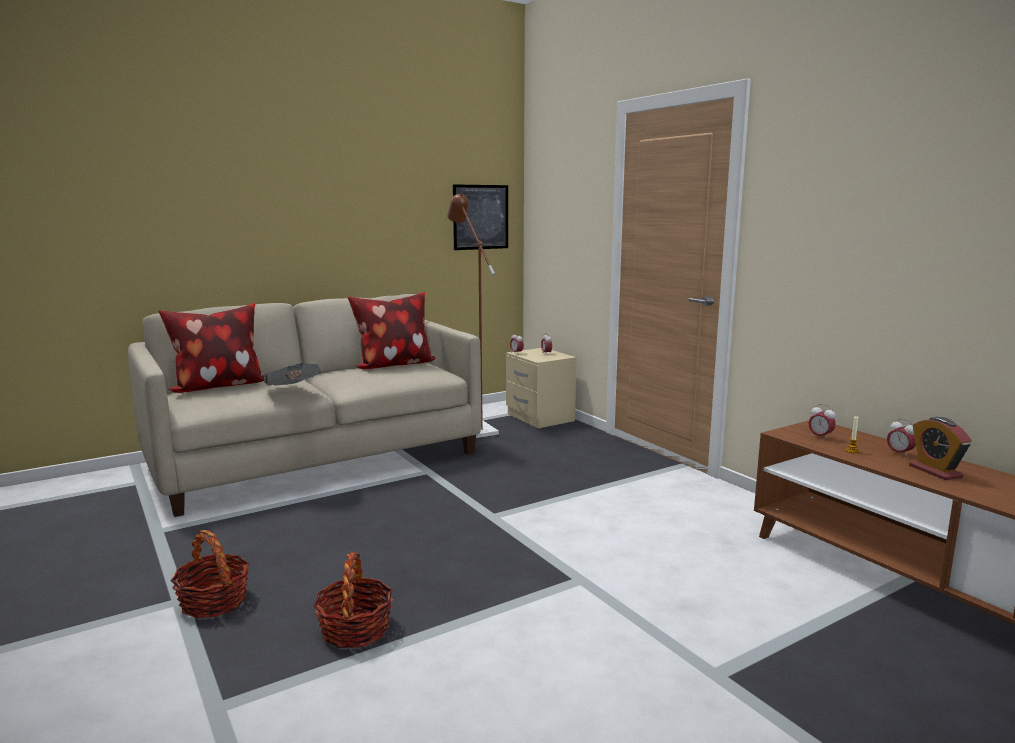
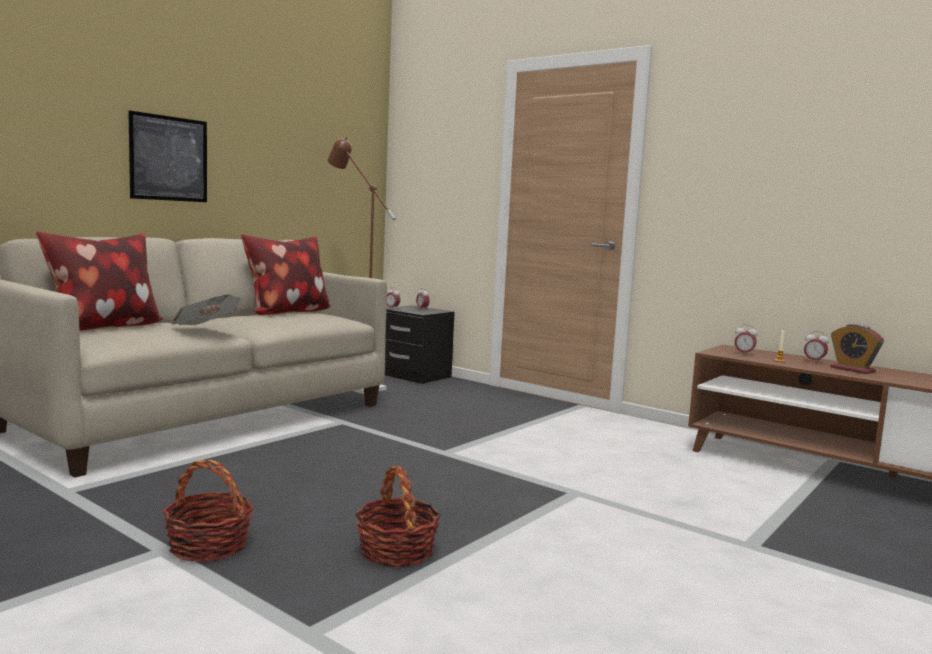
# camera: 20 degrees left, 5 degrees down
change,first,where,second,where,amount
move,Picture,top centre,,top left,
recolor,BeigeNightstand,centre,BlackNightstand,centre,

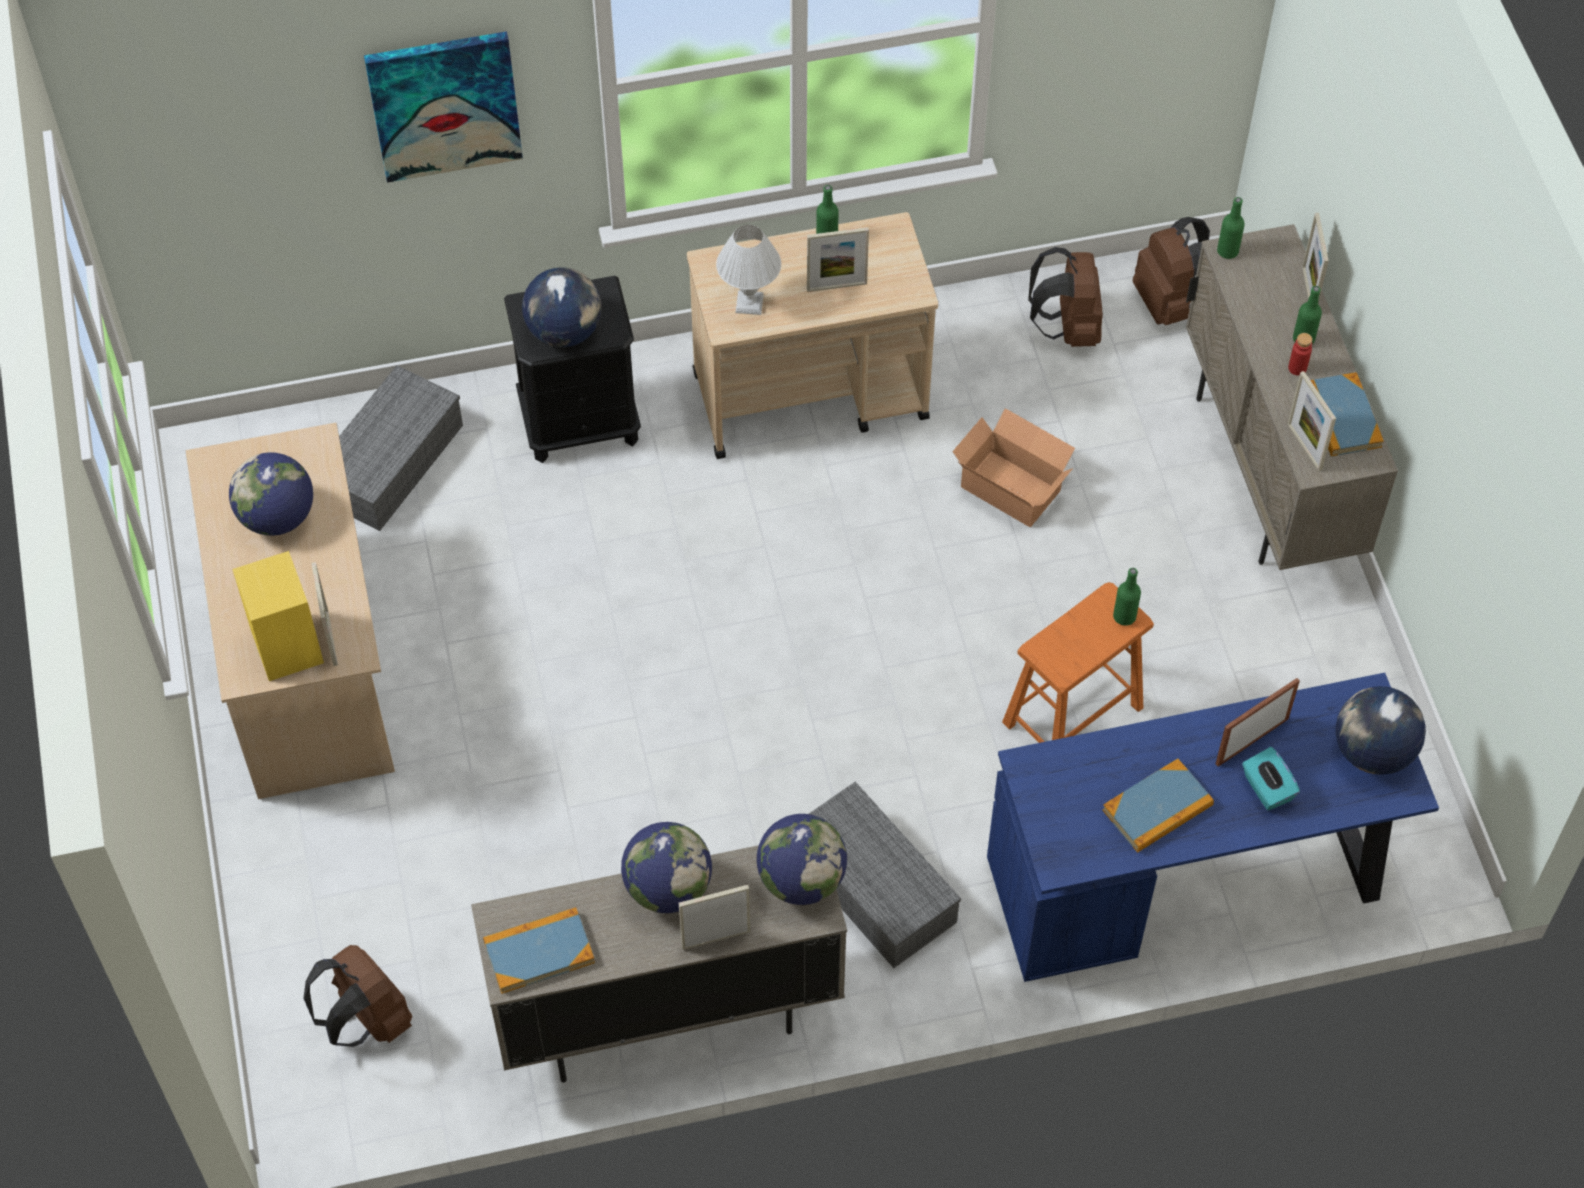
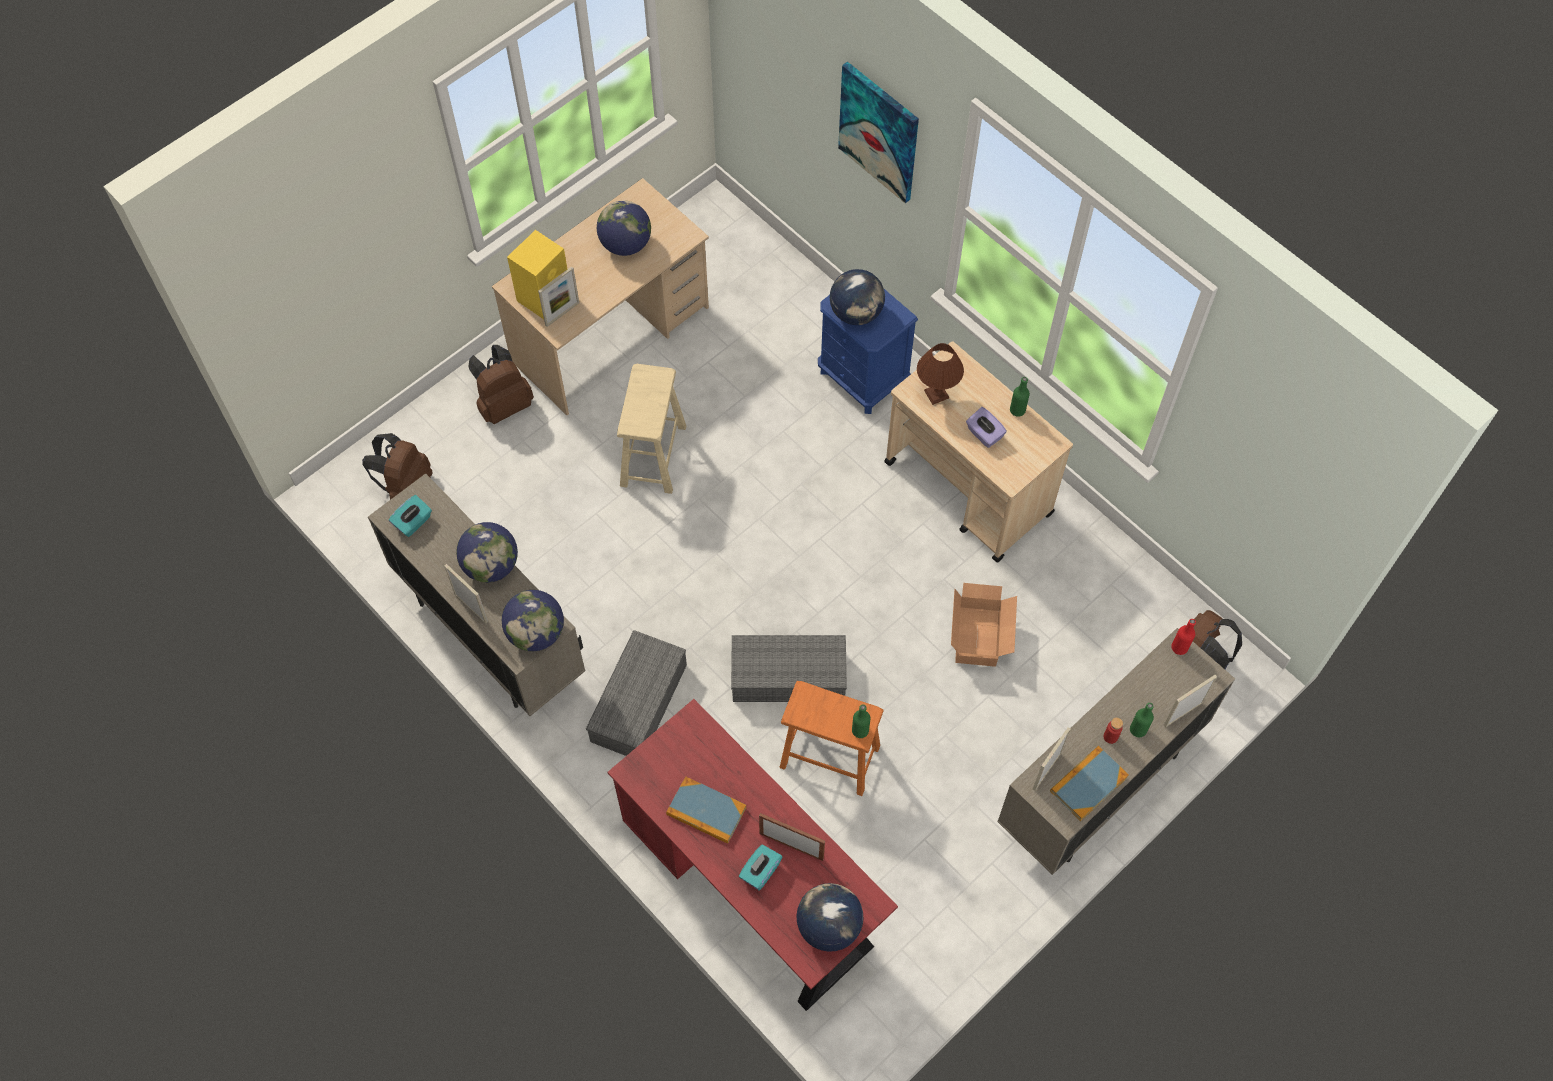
# camera: 60 degrees right, 5 degrees up
change,first,where,second,where,amount
recolor,GreenBottle (3rd from left),top right,RedBottle (2nd from left),middle right,
recolor,WhiteTableLamp,top centre,BrownTableLamp,centre,
replace,PictureFrame (3rd from left),top centre,PurpleTissueBox,centre,
move,BrownBackpack (2nd from left),top right,,middle left,
recolor,BlackNightstand,top centre,BlueNightstand,top centre,
move,GreyStorageBox (1st from left in the first image),middle left,GreyStorageBox (2nd from left),centre,
recolor,BlueDesk,bottom right,RedDesk,bottom centre,
replace,Book (1st from left),bottom centre,TurquoiseTissueBox (1st from left),middle left,
insert,,,BeigeStool,centre,

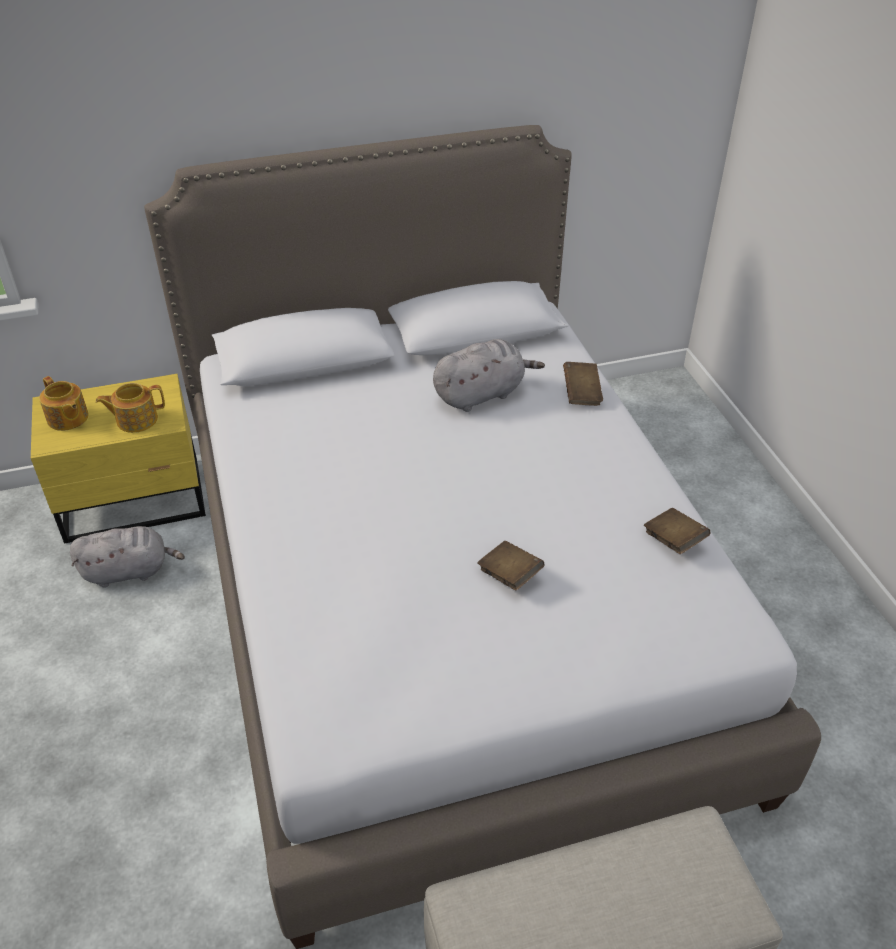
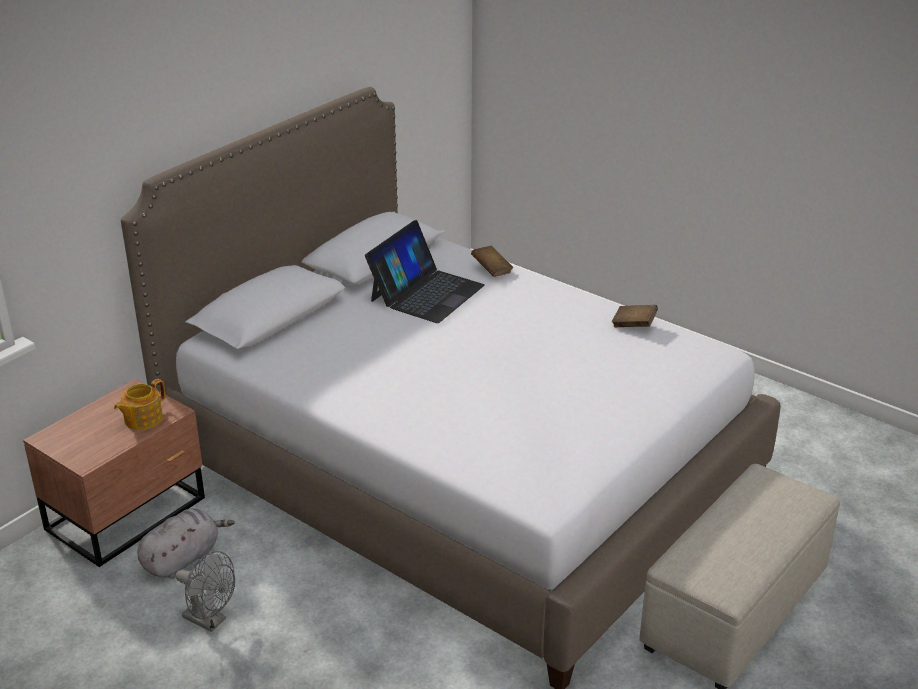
# camera: 35 degrees left, 10 degrees down
change,first,where,second,where,amount
replace,GreyPlushToy (2nd from left),centre,Laptop,centre,
recolor,YellowNightstand,middle left,BrownNightstand,bottom left,
delete,Teapot (1st from left),middle left,,,
delete,BrownBook (1st from left),centre,,,
insert,,,GreyFan,bottom left,

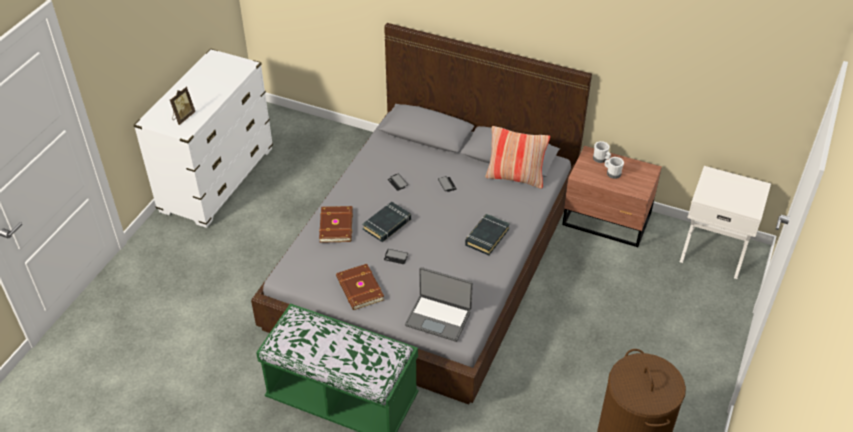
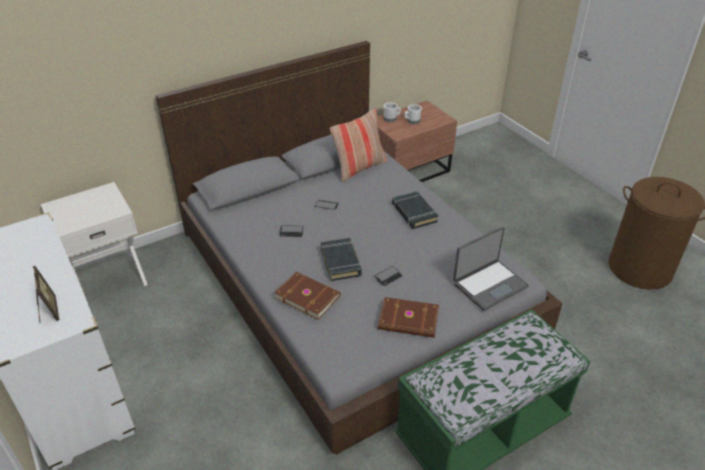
# camera: 55 degrees left, 5 degrees down
change,first,where,second,where,amount
move,WhiteNightstand,middle right,,middle left,

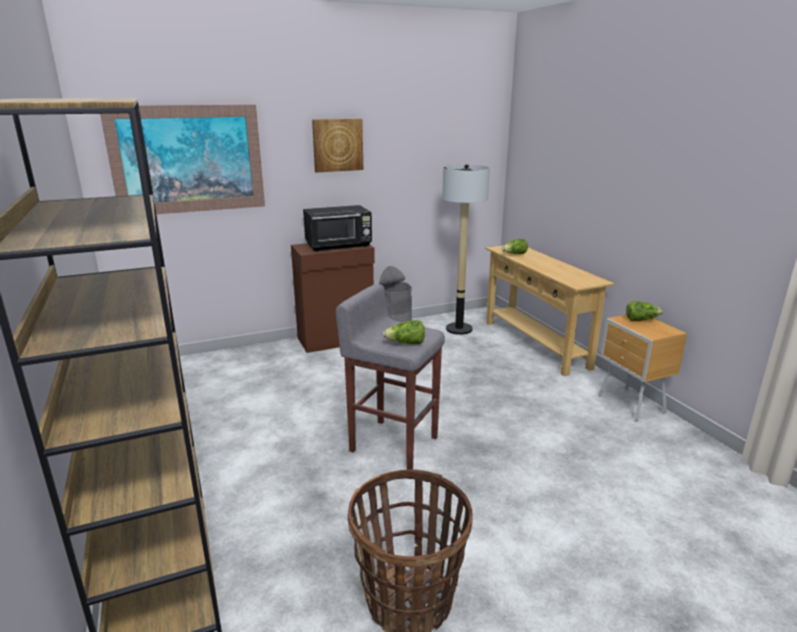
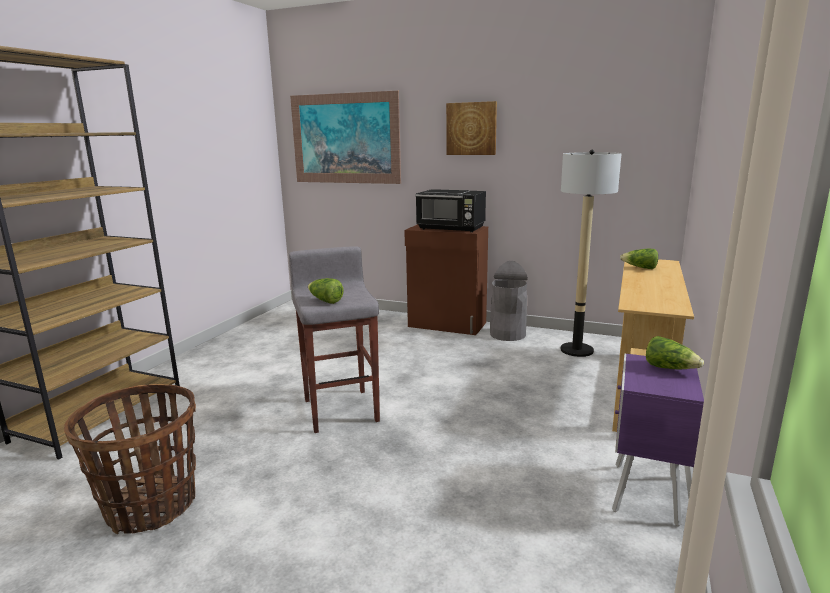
# camera: 45 degrees right, 5 degrees down
change,first,where,second,where,amount
recolor,BrownNightstand,middle right,PurpleNightstand,bottom right,

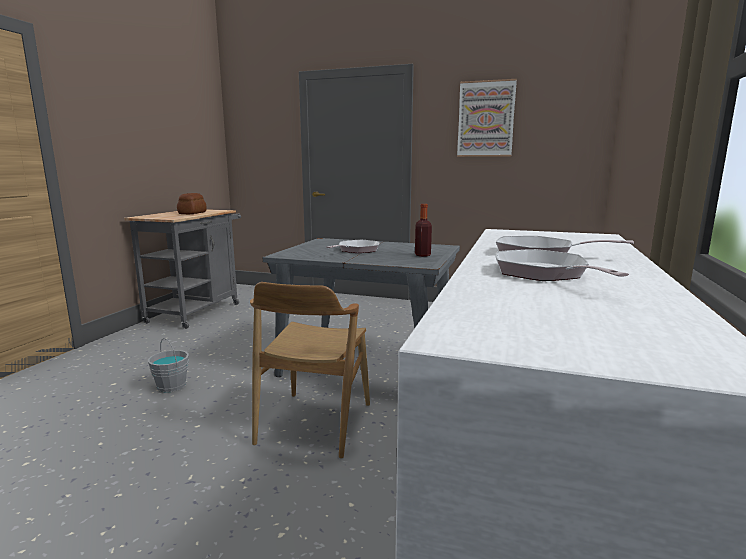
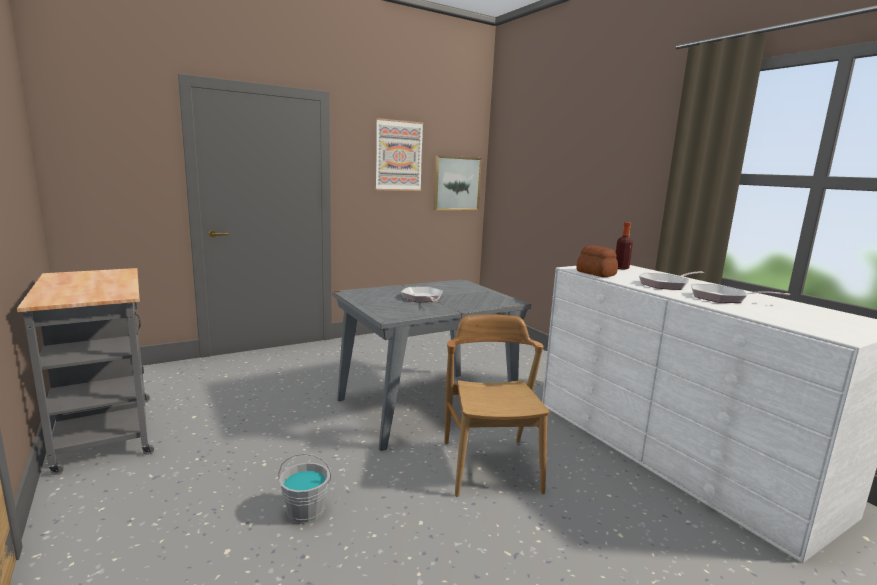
# camera: 50 degrees left, 0 degrees up
change,first,where,second,where,amount
move,Bread,middle left,,middle right,
move,Bottle,centre,,middle right,
rotate,BrownChair,centre,,bottom centre,150 degrees counterclockwise
insert,,,Picture (2nd from left),top centre,

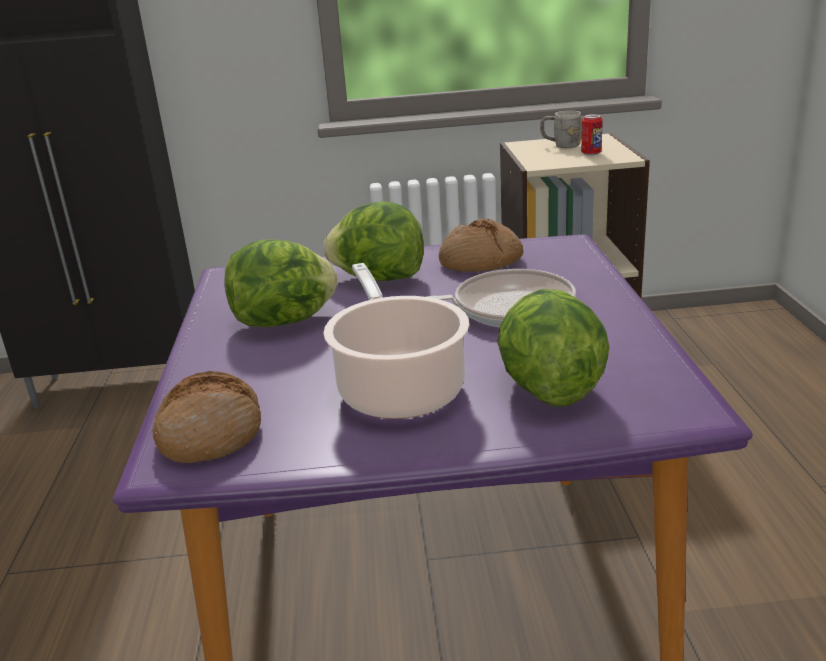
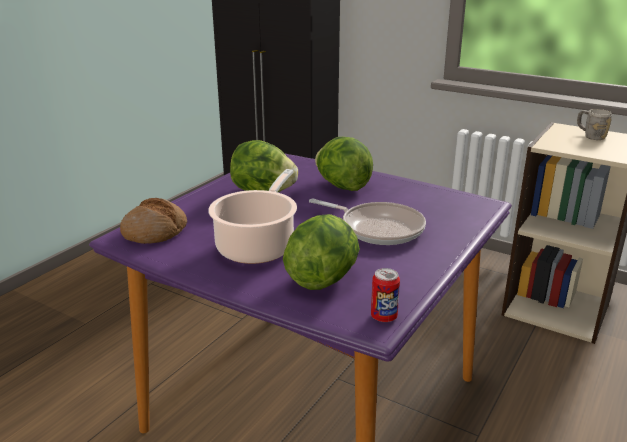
# camera: 35 degrees right, 0 degrees up
change,first,where,second,where,amount
move,Can,top right,,bottom centre,
delete,Bread (2nd from left),centre,,,

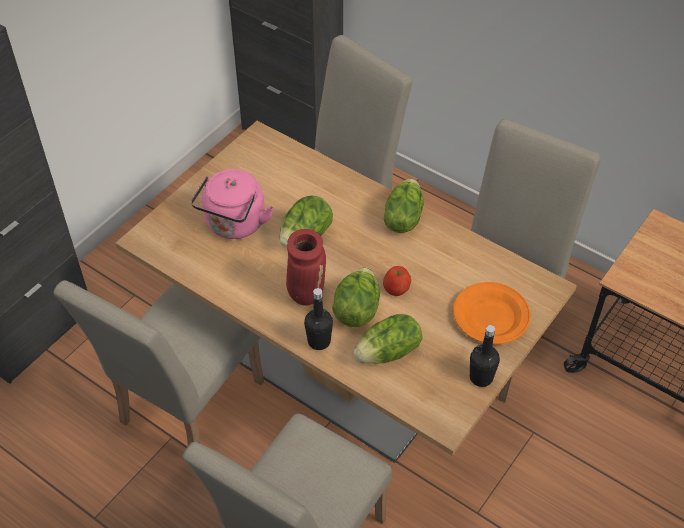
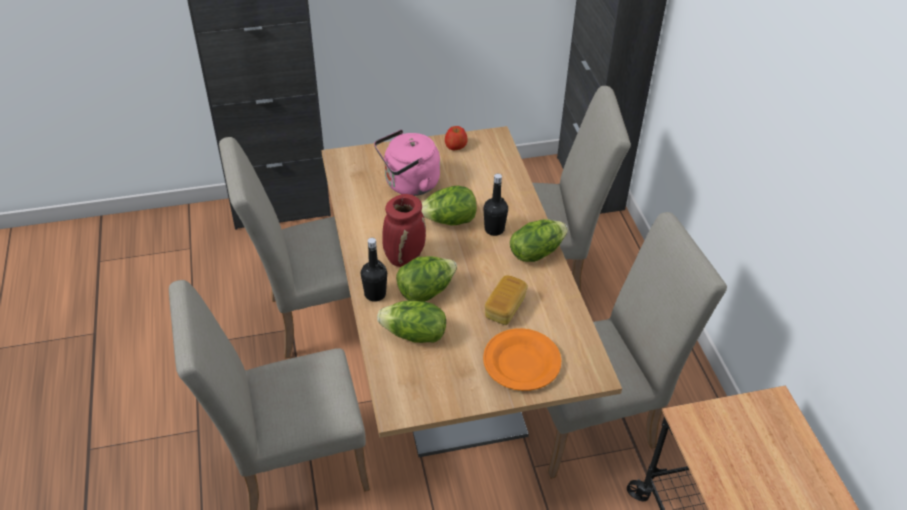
# camera: 40 degrees right, 5 degrees down
change,first,where,second,where,amount
move,Apple,centre,,top centre,
move,BlackBottle (2nd from left),bottom right,,centre,
insert,,,Bread,centre,

